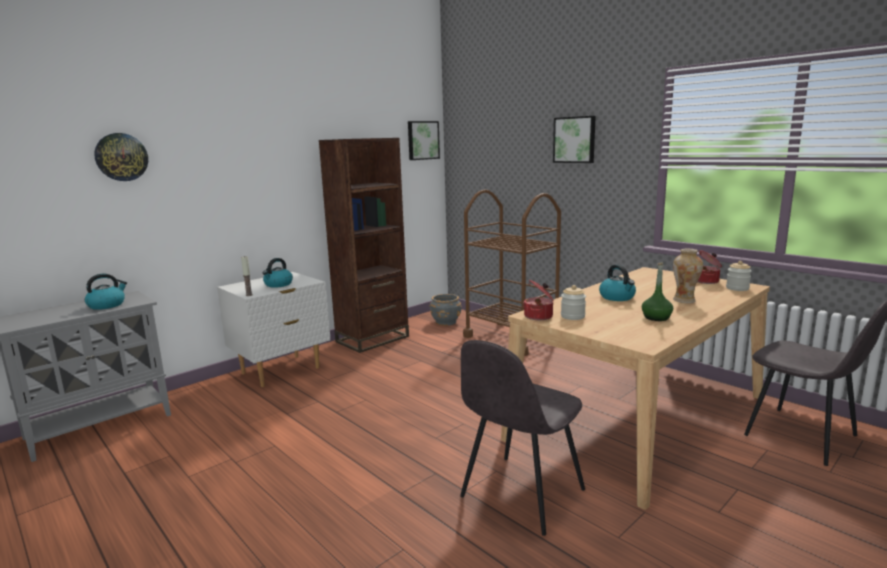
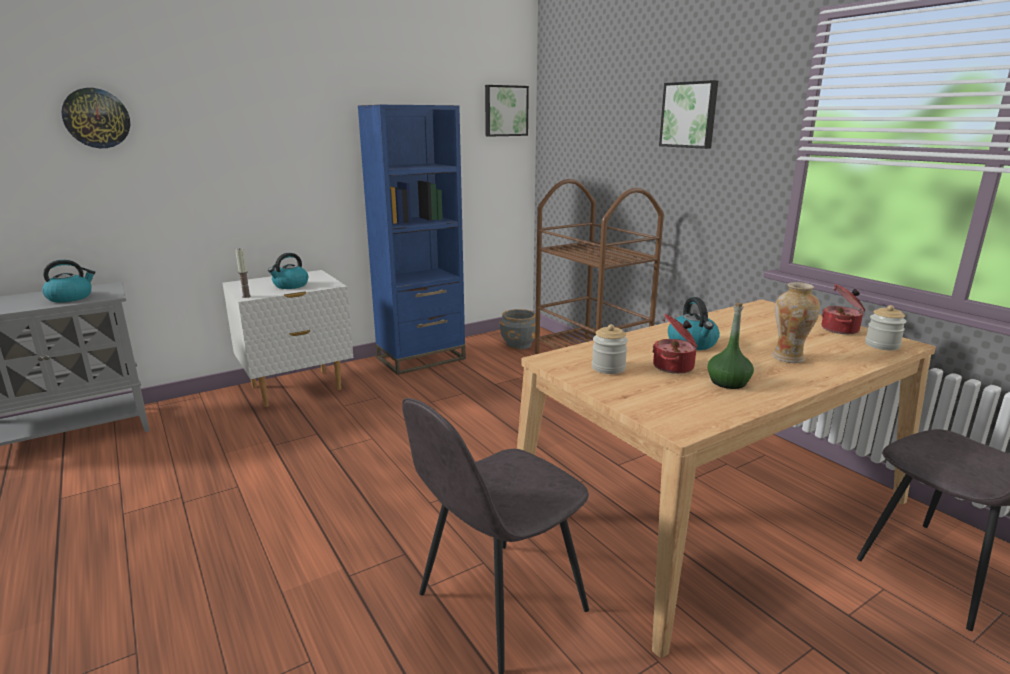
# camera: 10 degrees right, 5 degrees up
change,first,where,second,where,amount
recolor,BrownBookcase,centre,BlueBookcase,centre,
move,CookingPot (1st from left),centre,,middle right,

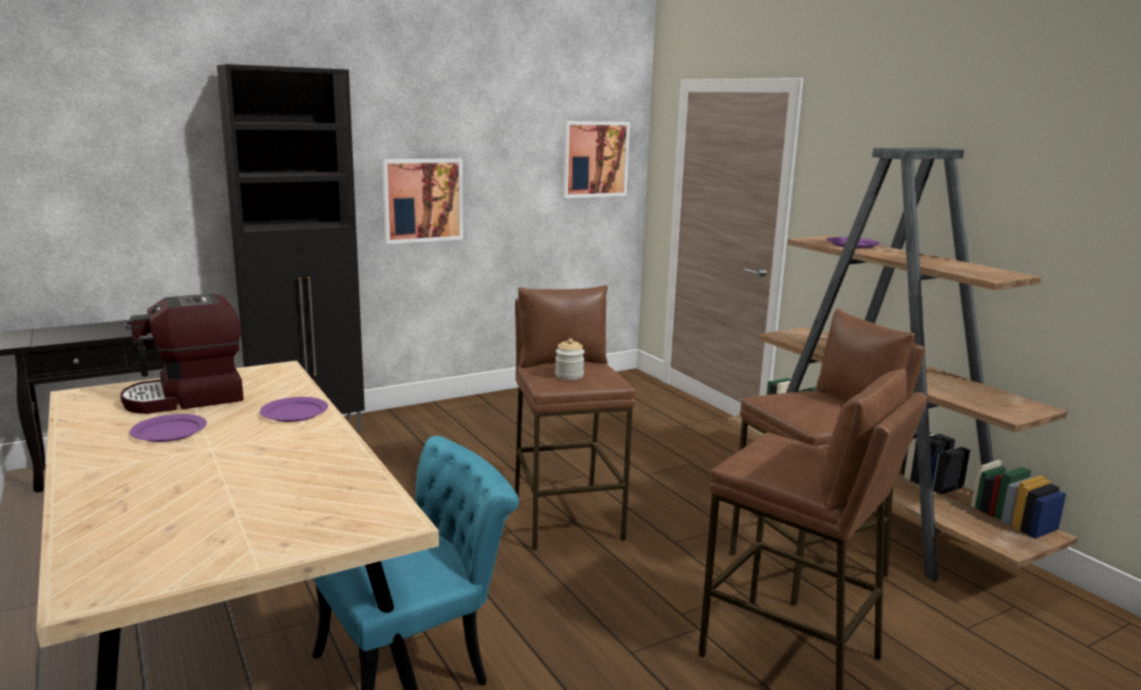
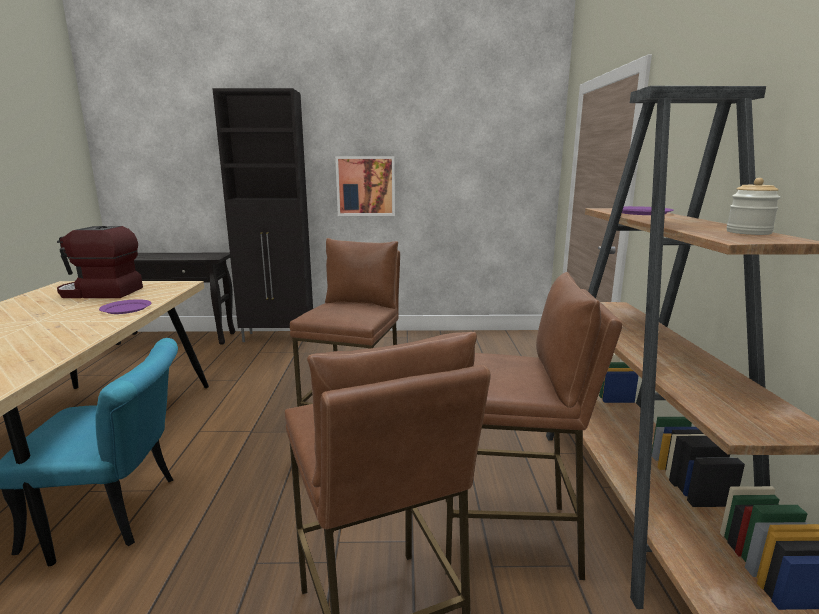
# camera: 30 degrees right, 0 degrees up
change,first,where,second,where,amount
delete,Picture (2nd from left),top centre,,,
move,Jar,centre,,middle right,
delete,PurplePlate (1st from left),middle left,,,

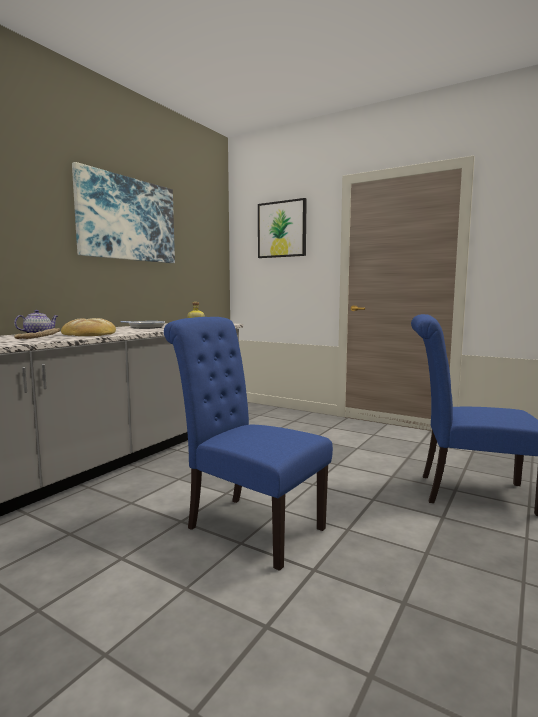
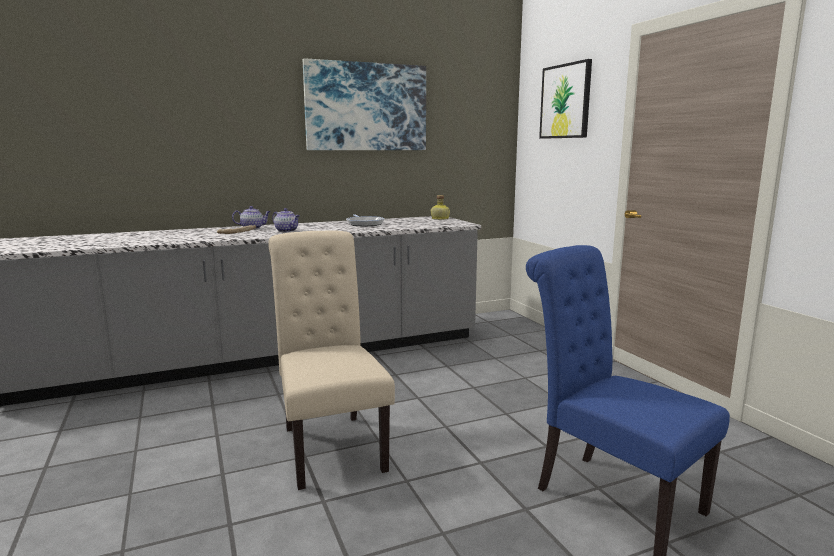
# camera: 35 degrees right, 5 degrees up
change,first,where,second,where,amount
recolor,BlueChair (1st from left),centre,BeigeChair,centre,
replace,Bread (2nd from left),middle left,Teapot (2nd from left),centre,

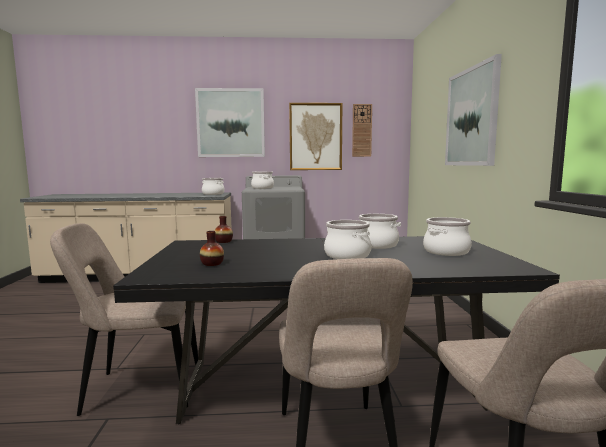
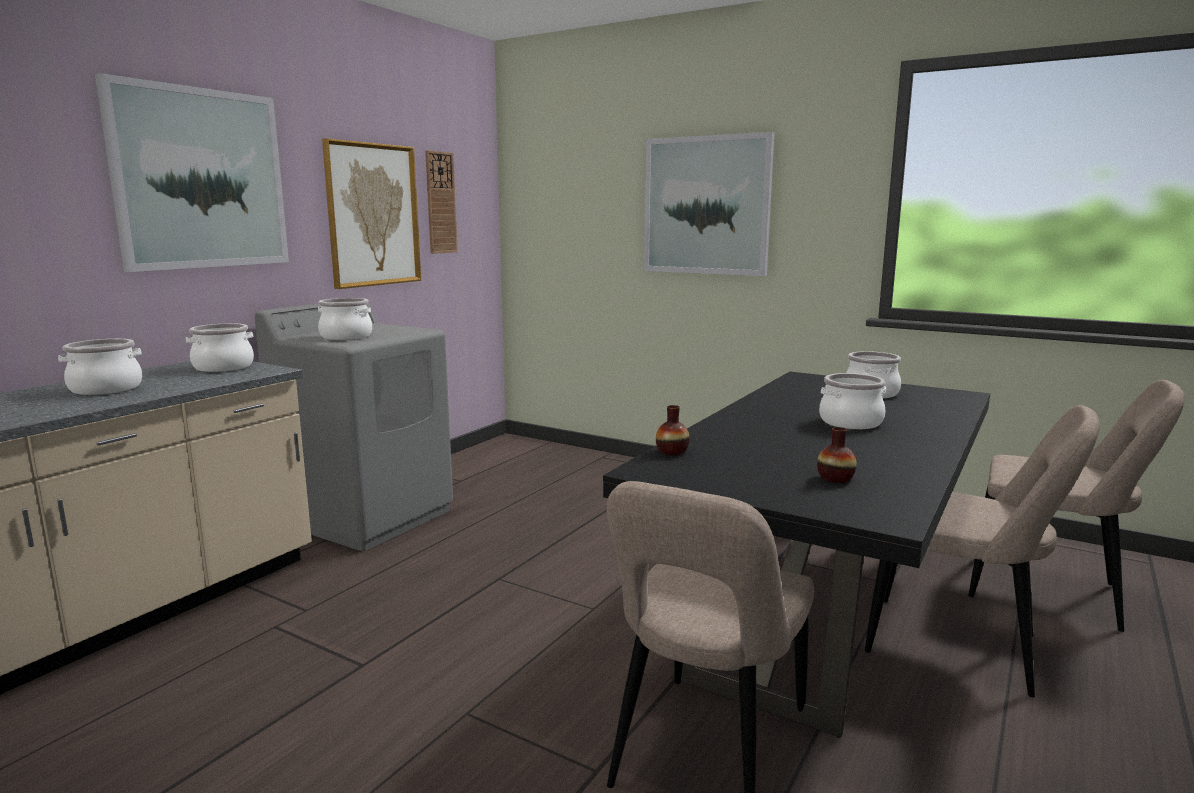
# camera: 55 degrees left, 5 degrees up
change,first,where,second,where,amount
move,CookingPot (4th from left in the first image),centre,CookingPot (1st from left),middle left,

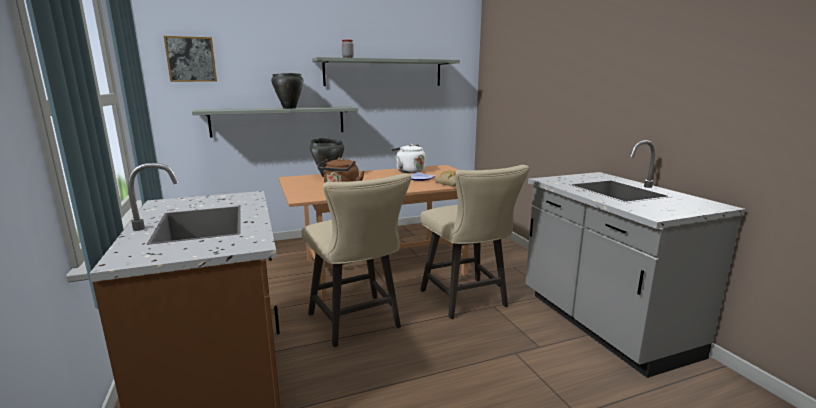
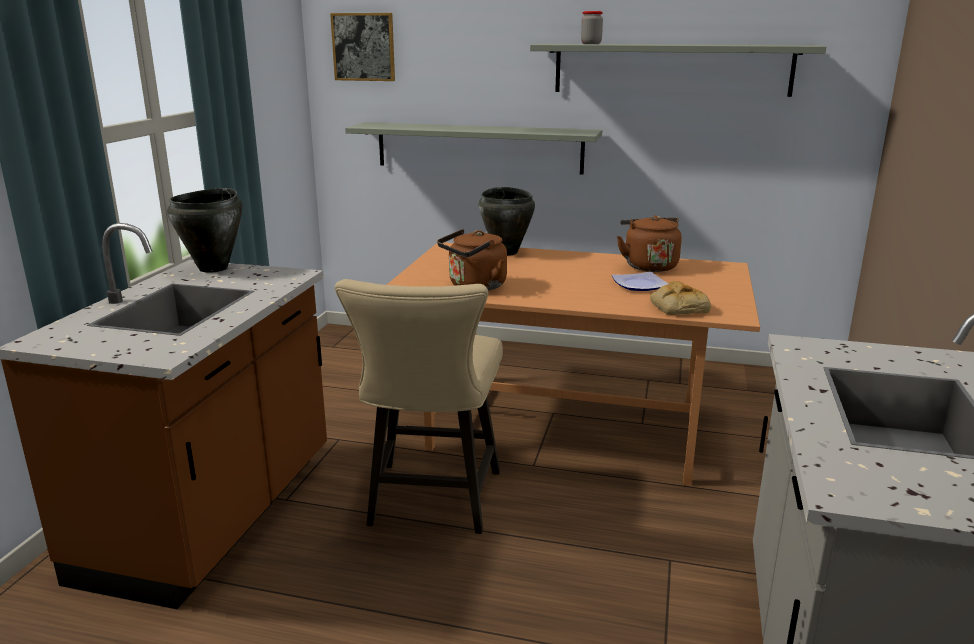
# camera: 35 degrees right, 5 degrees up
change,first,where,second,where,amount
move,BlackCookingPot (1st from left),top centre,,middle left,
recolor,WhiteKettle,centre,BrownKettle (2nd from left),centre,
delete,BeigeChair (2nd from left),centre,,,

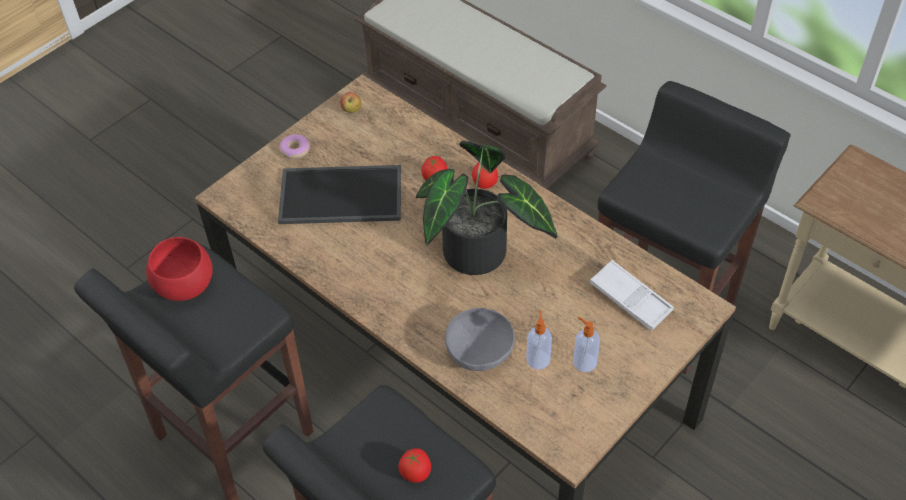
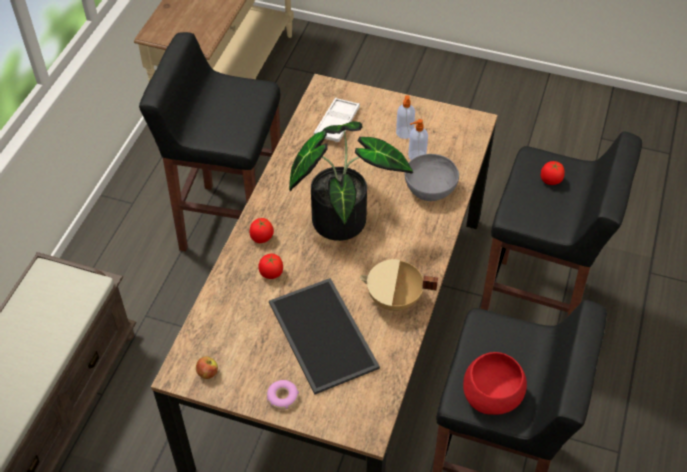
# camera: 115 degrees left, 0 degrees up
change,first,where,second,where,amount
insert,,,BeigeCookingPot,centre,

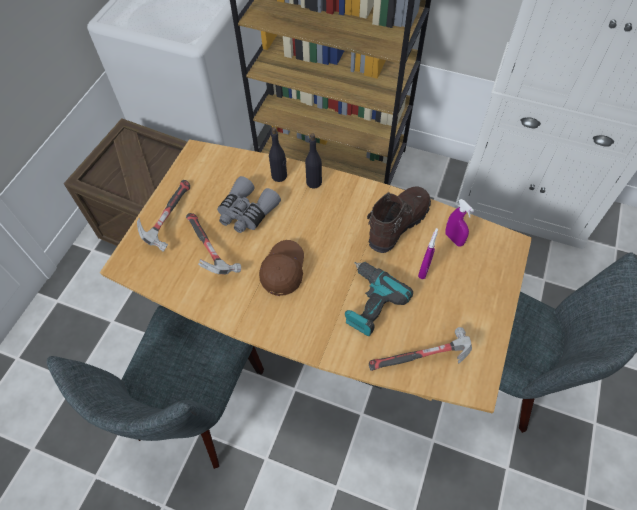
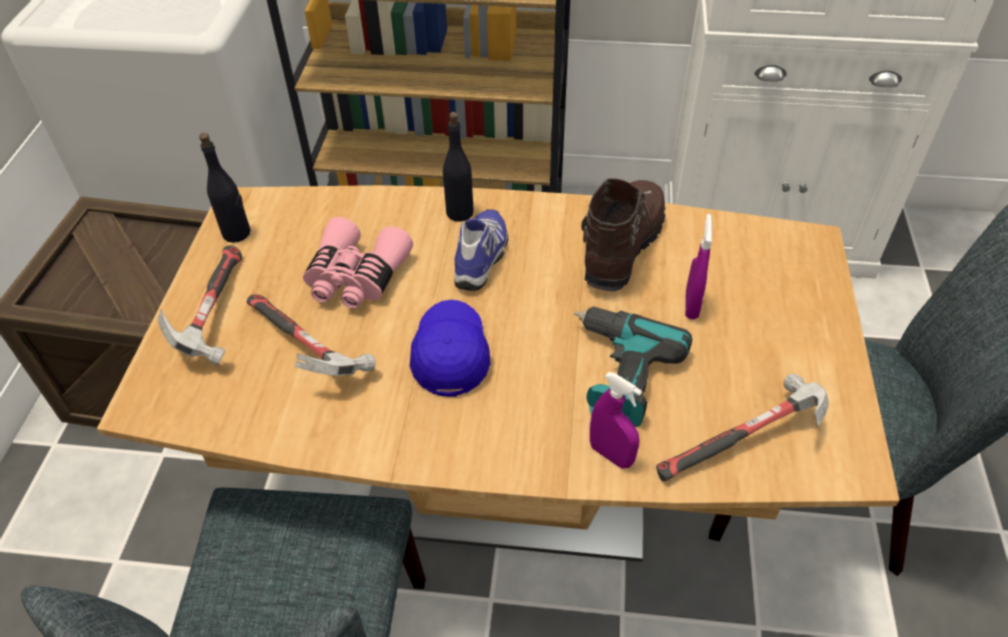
# camera: 15 degrees left, 10 degrees down
change,first,where,second,where,amount
move,BlackBottle (1st from left),top centre,,top left,
recolor,GreyBinoculars,centre,PinkBinoculars,centre,
move,PurpleSprayBottle (2nd from left in the first image),middle right,PurpleSprayBottle (1st from left),centre,
recolor,BrownCap,centre,BlueCap,centre,
insert,,,Shoe,centre,

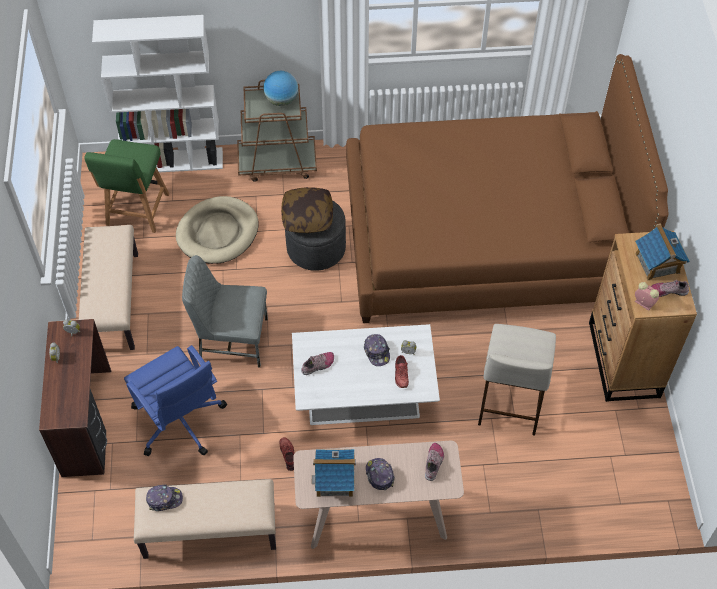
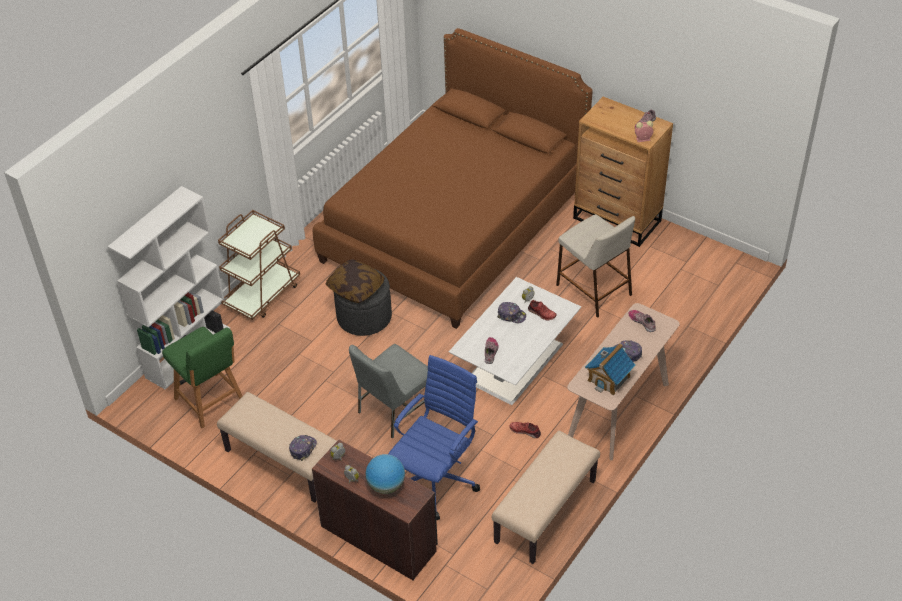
# camera: 50 degrees left, 10 degrees down
change,first,where,second,where,amount
move,Globe,top centre,,bottom centre,
delete,BeigeDogBed,middle left,,,
delete,ToyHouse (2nd from left),middle right,,,
rotate,BlueOfficeChair,bottom left,,bottom centre,60 degrees counterclockwise
move,Cap (1st from left),bottom left,,bottom centre,

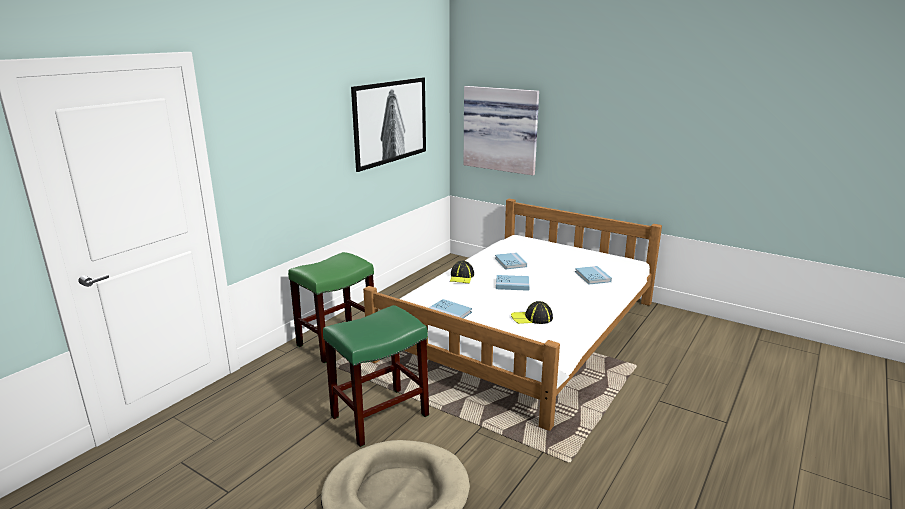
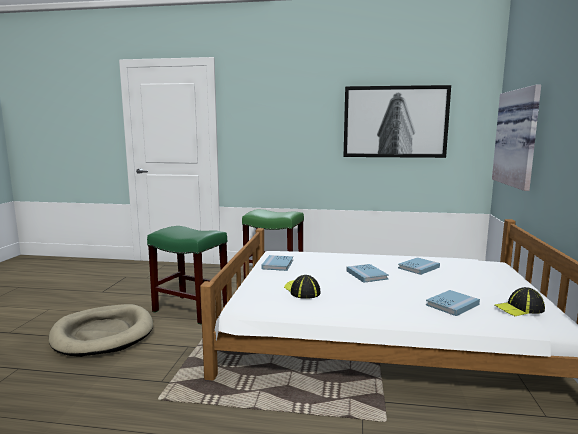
# camera: 65 degrees right, 10 degrees down
change,first,where,second,where,amount
move,Cap (1st from left in the first image),centre,Cap (2nd from left),bottom right,

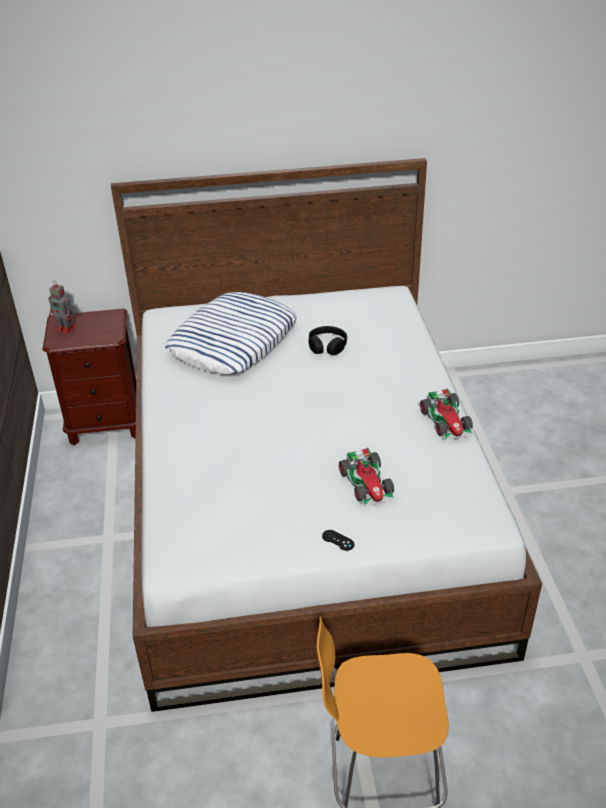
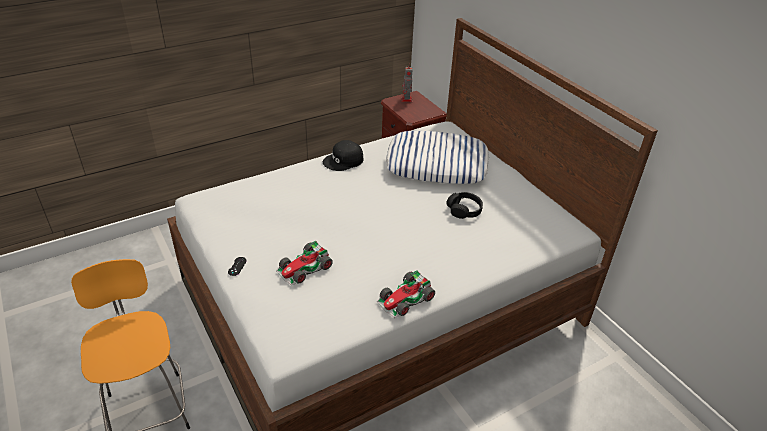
# camera: 65 degrees right, 0 degrees up
change,first,where,second,where,amount
insert,,,BlackCap,centre,

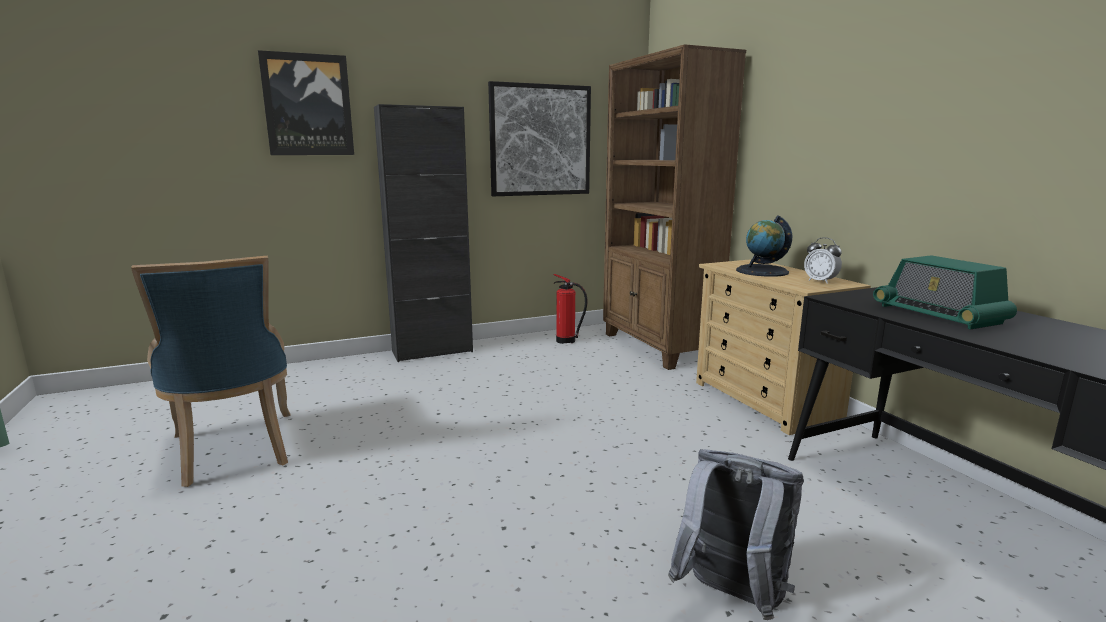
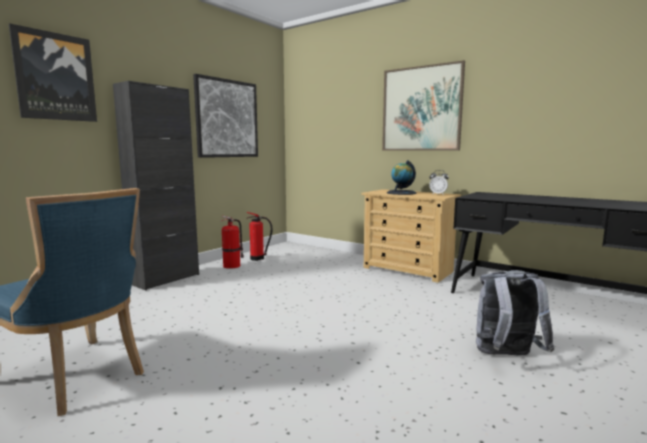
# camera: 30 degrees left, 5 degrees down
change,first,where,second,where,amount
delete,BrownBookcase,top centre,,,
delete,Radio,middle right,,,
insert,,,Picture (3rd from left),top centre,
insert,,,FireExtinguisher (1st from left),centre,

